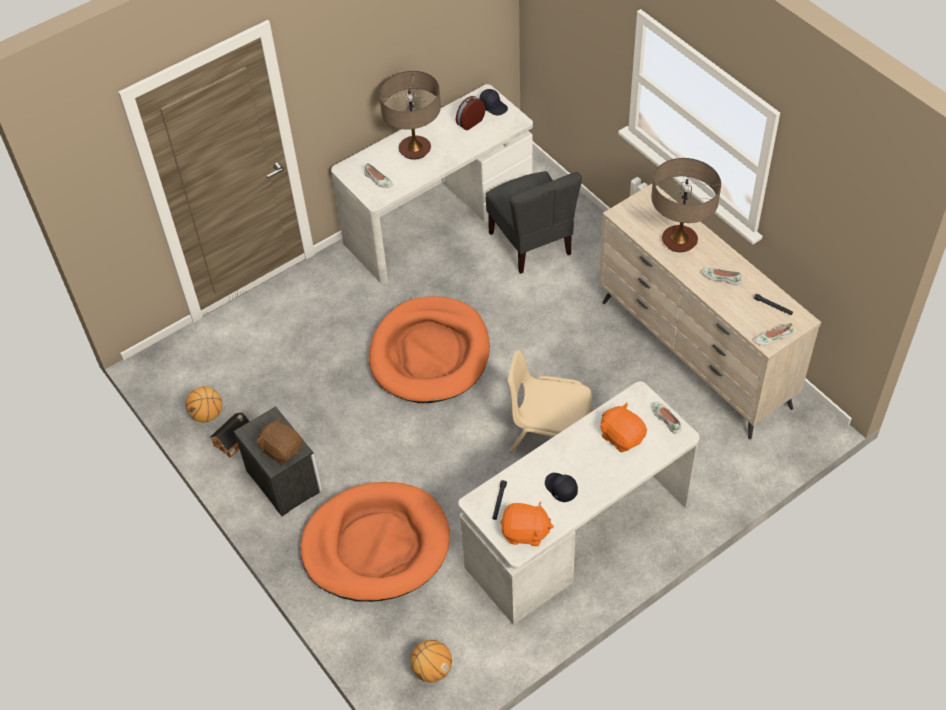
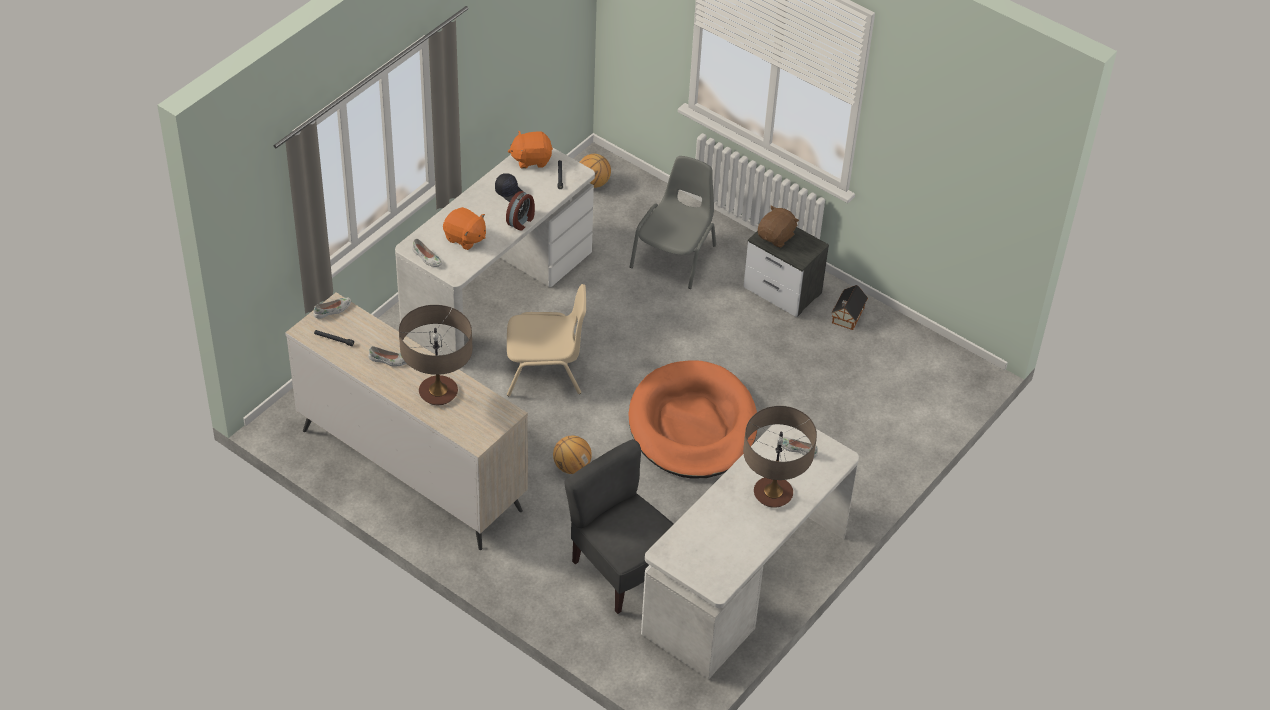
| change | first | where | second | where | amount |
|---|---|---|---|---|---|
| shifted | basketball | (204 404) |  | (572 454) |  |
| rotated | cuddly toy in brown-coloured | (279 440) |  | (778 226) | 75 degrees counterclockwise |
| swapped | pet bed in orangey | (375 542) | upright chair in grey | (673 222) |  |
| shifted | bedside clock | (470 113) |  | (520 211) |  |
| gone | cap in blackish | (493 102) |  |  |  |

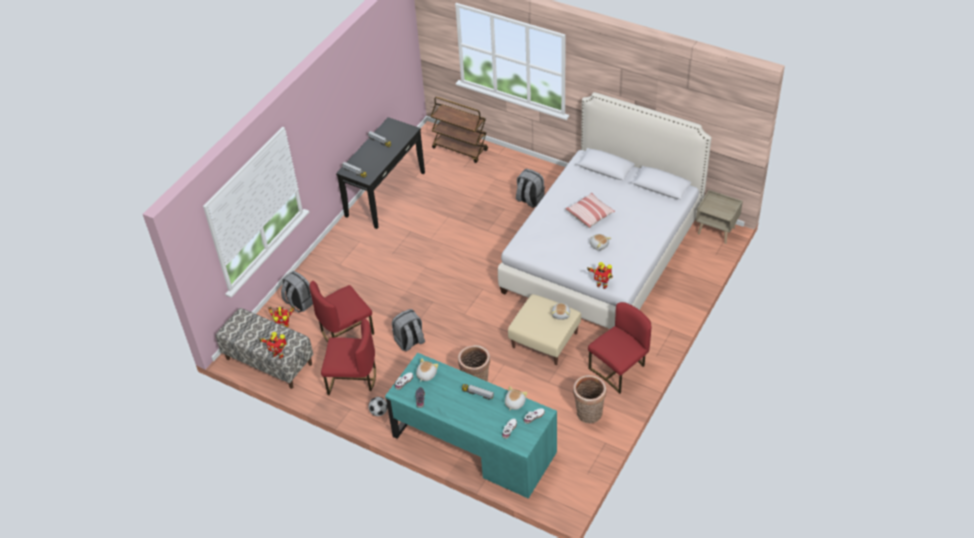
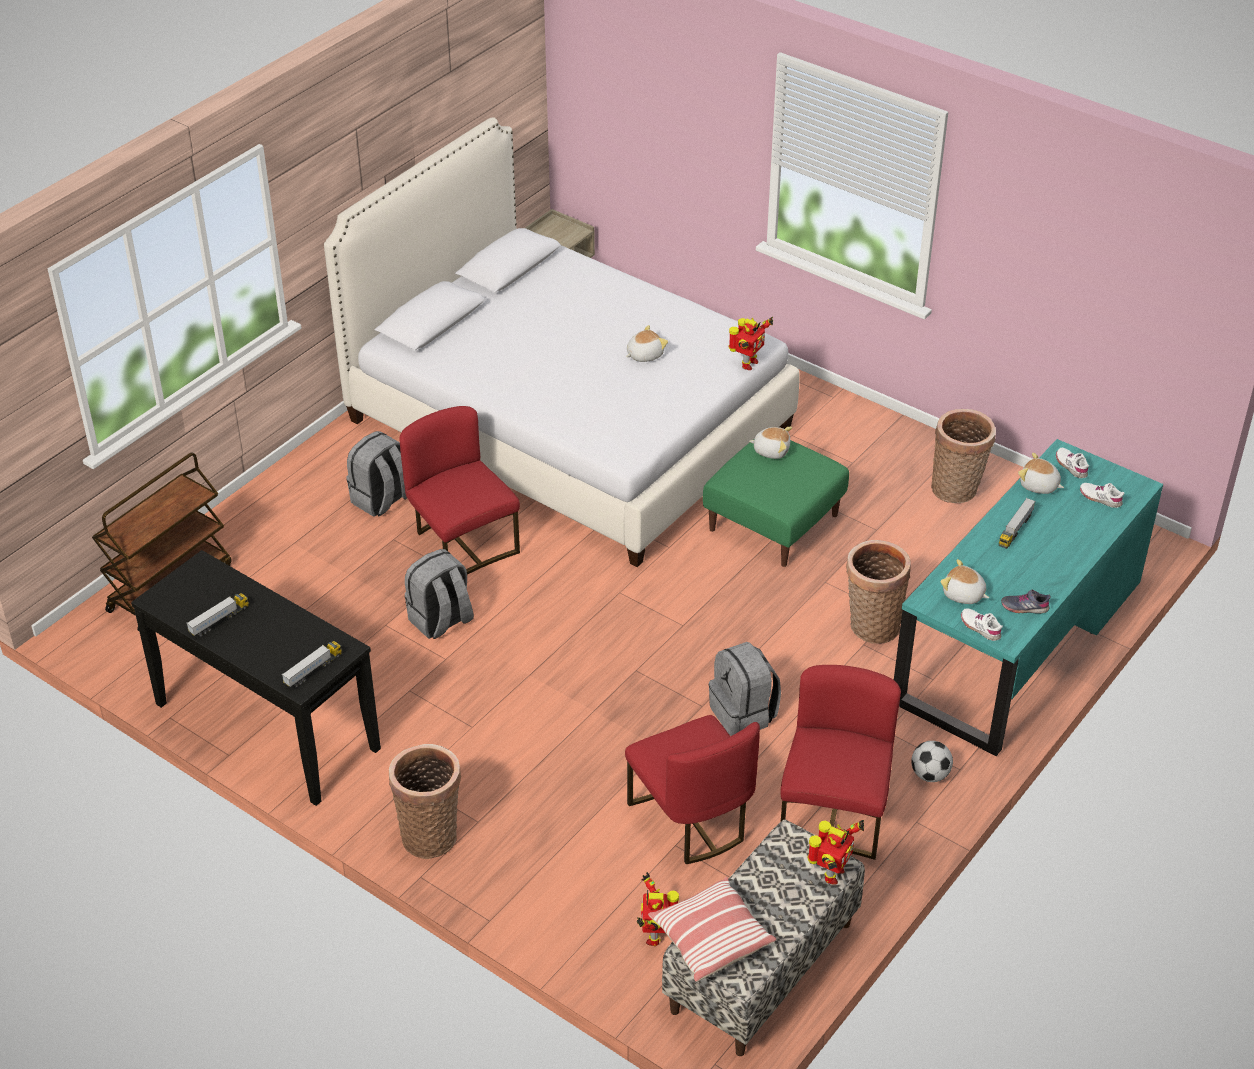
| change | first | where | second | where | amount |
|---|---|---|---|---|---|
| shifted | rucksack in grey | (297 292) |  | (439 594) |  |
| repainted | ottoman in beige-coloured | (544 329) | ottoman in greenish | (776 503) |  |
| shifted | pillow | (590 210) |  | (712 929) |  |
| shifted | upright chair in reddish | (619 348) |  | (459 490) |  |
| new |  |  | basket | (425 801) |  |

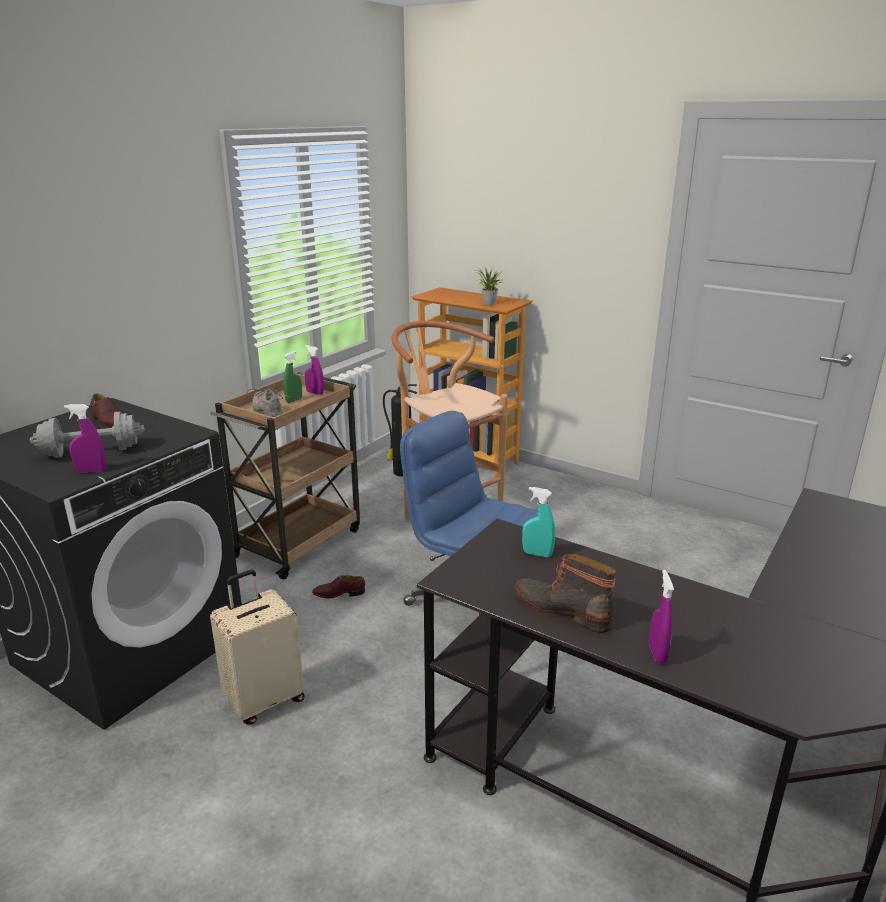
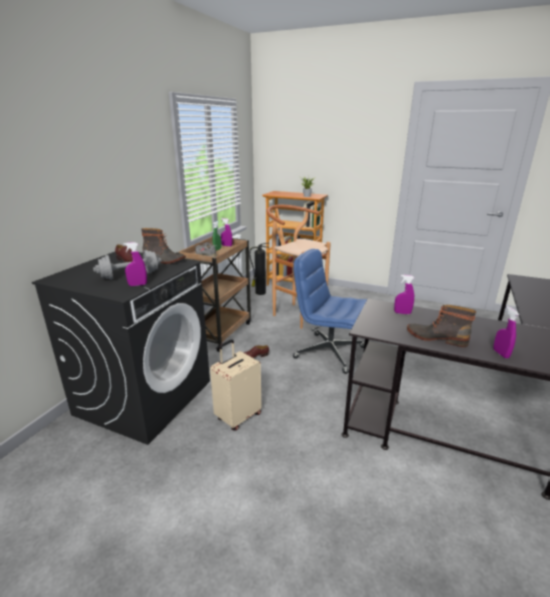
| change | first | where | second | where | amount |
|---|---|---|---|---|---|
| repainted | hand sprayer in turquoise | (538 522) | hand sprayer in purplish | (404 294) |  |
| new |  |  | high-top boot | (163 246) |  |

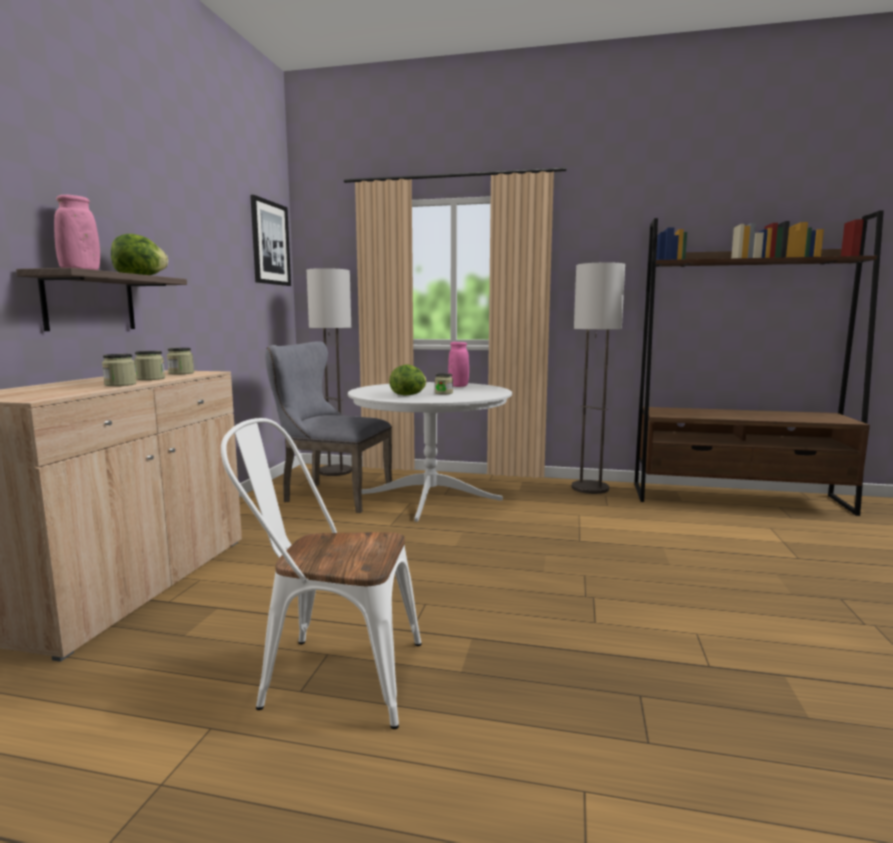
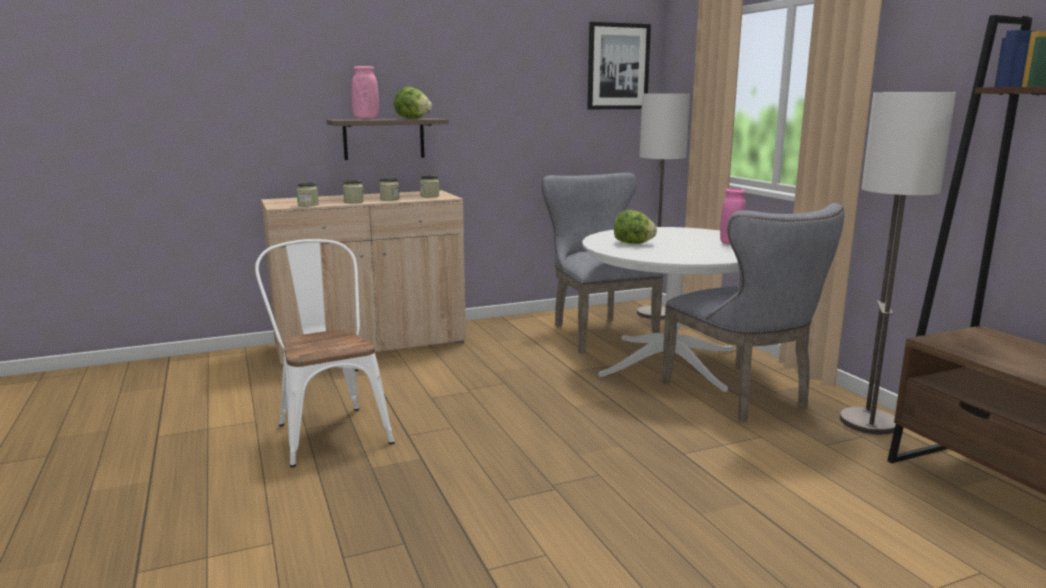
| change | first | where | second | where | amount |
|---|---|---|---|---|---|
| shifted | preserve jar | (444 383) |  | (307 194) |  |
| new |  |  | upright chair in grey | (752 312) |  |

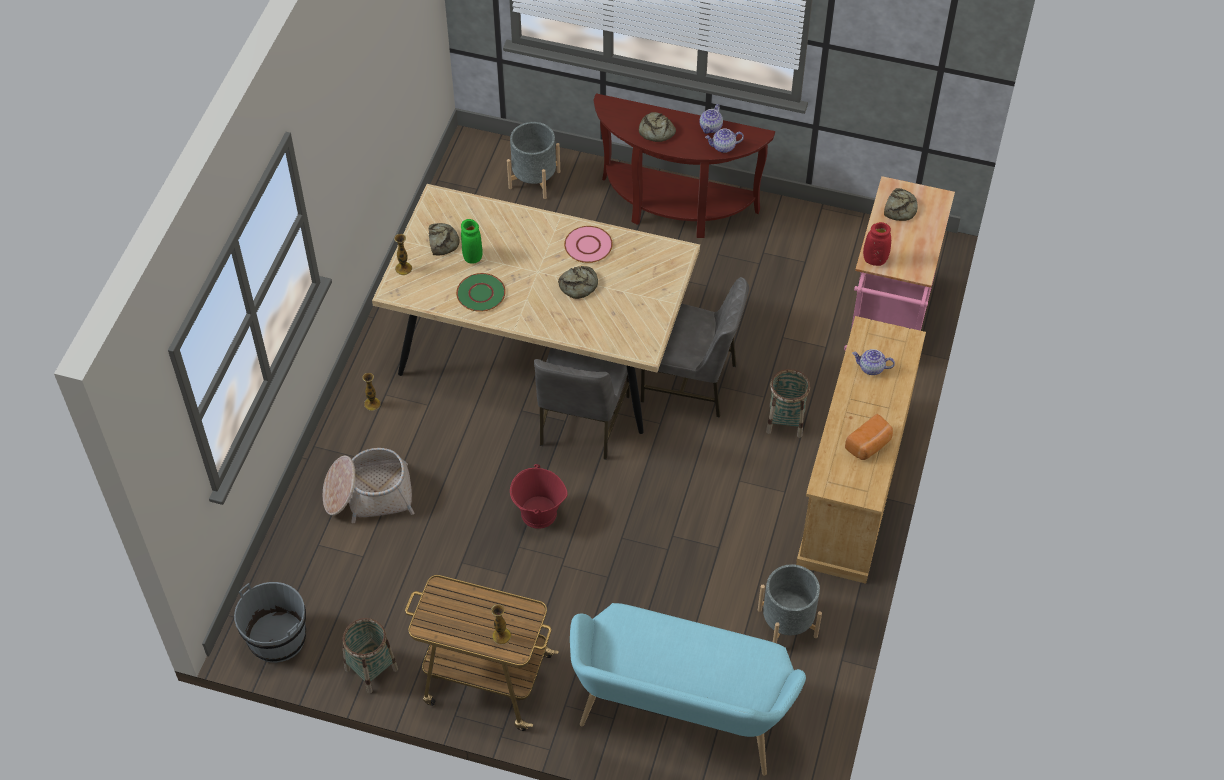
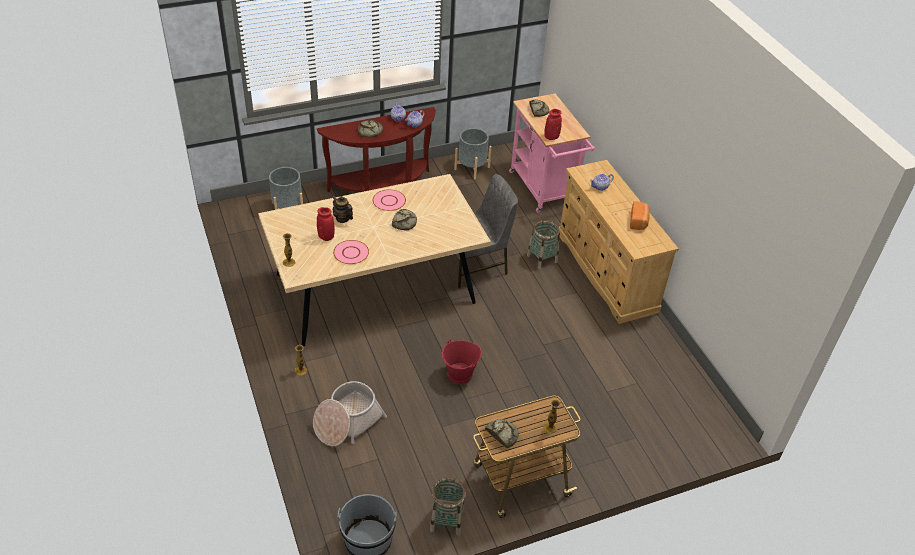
| change | first | where | second | where | amount |
|---|---|---|---|---|---|
| shifted | baked bread | (444 239) |  | (502 433) |  |
| repainted | flat dish in greenish | (481 292) | flat dish in pink | (351 252) |  |
| repainted | decorative vase in greenish | (472 241) | decorative vase in reddish | (326 224) |  |
| gone | upright chair in grey | (582 404) |  |  |  |
| gone | long seat in turquoise | (688 689) |  |  |  |
| shifted | flower pot in grey | (790 603) |  | (473 154) |  |
| new |  |  | tea pot | (342 209) |  |

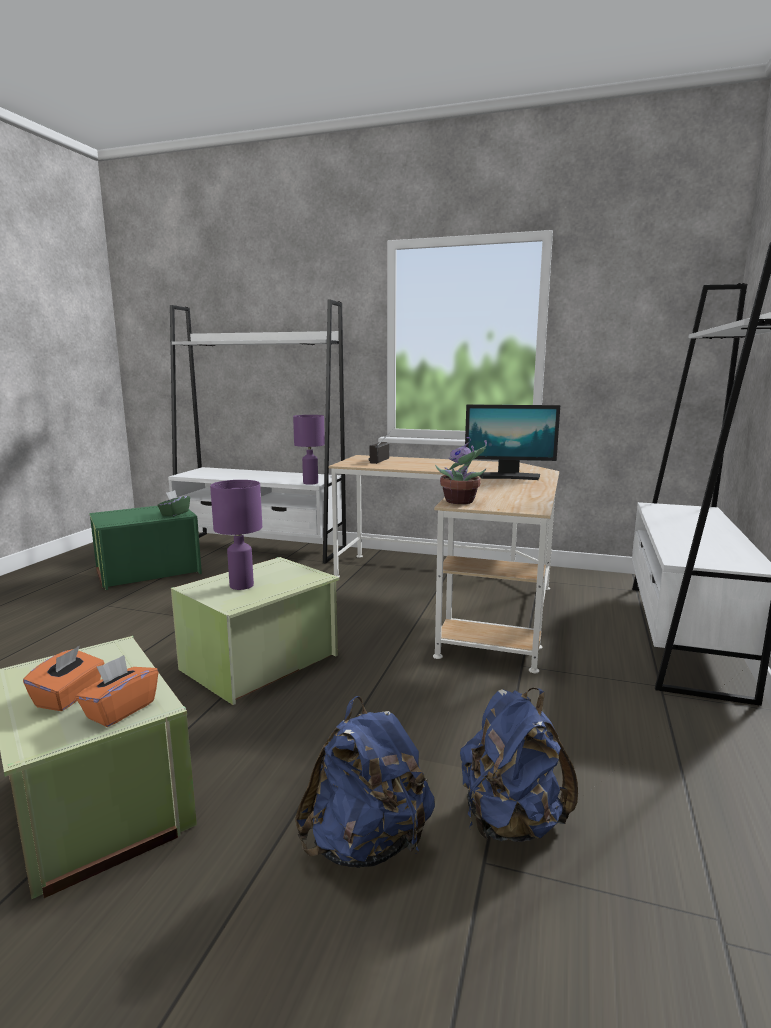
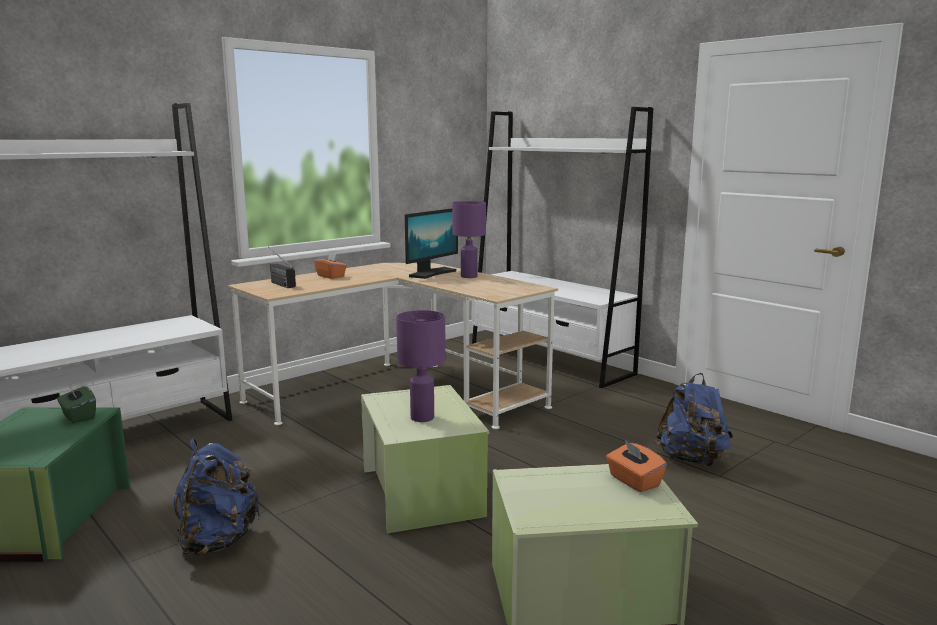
| change | first | where | second | where | amount |
|---|---|---|---|---|---|
| shifted | tissue box in orangey | (63 678) |  | (330 265) |  |
| shifted | tabletop lamp in purplish | (309 450) |  | (469 239) |  |
| shifted | rucksack in blue | (365 782) |  | (217 497) |  |
| gone | houseplant | (461 470) |  |  |  |

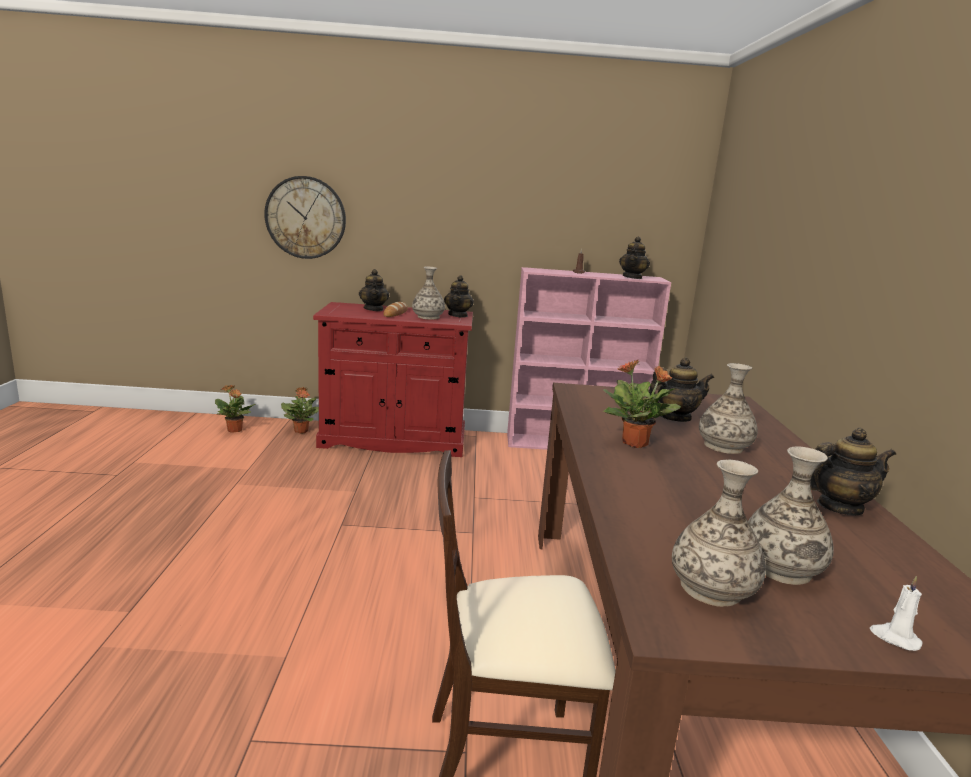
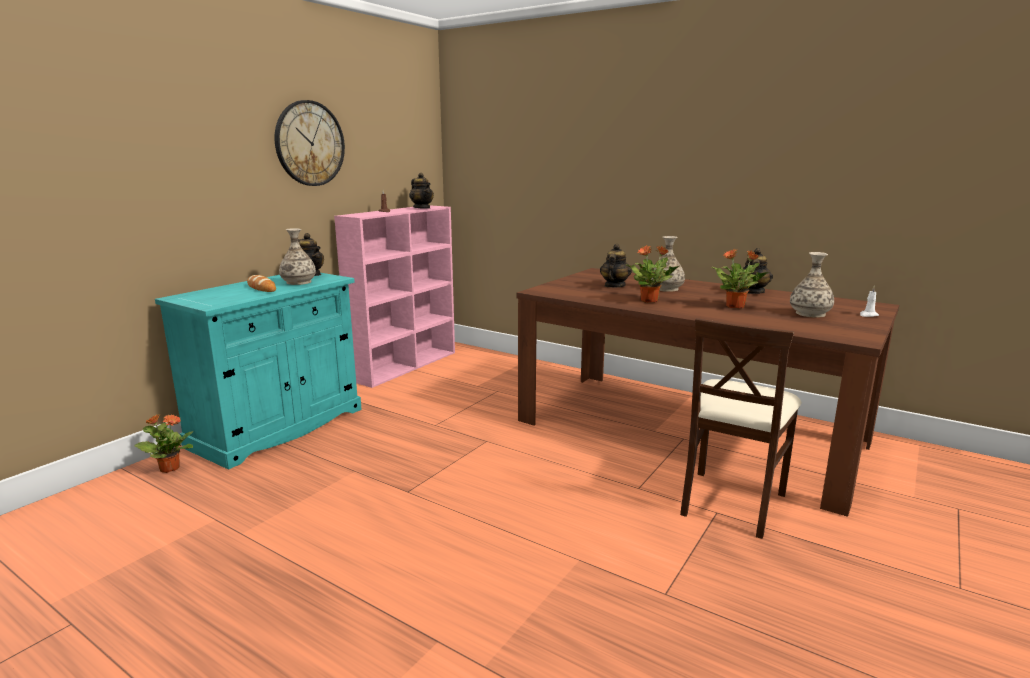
| change | first | where | second | where | amount |
|---|---|---|---|---|---|
| shifted | houseplant | (235 409) |  | (740 279) |  |
| shifted | hanging clock | (305 217) |  | (310 143) |  |
| repainted | cabinet in reddish | (393 379) | cabinet in turquoise | (258 371) |  |
| gone | tea pot | (374 290) |  |  |  |
| gone | decorative vase | (719 533) |  |  |  |

